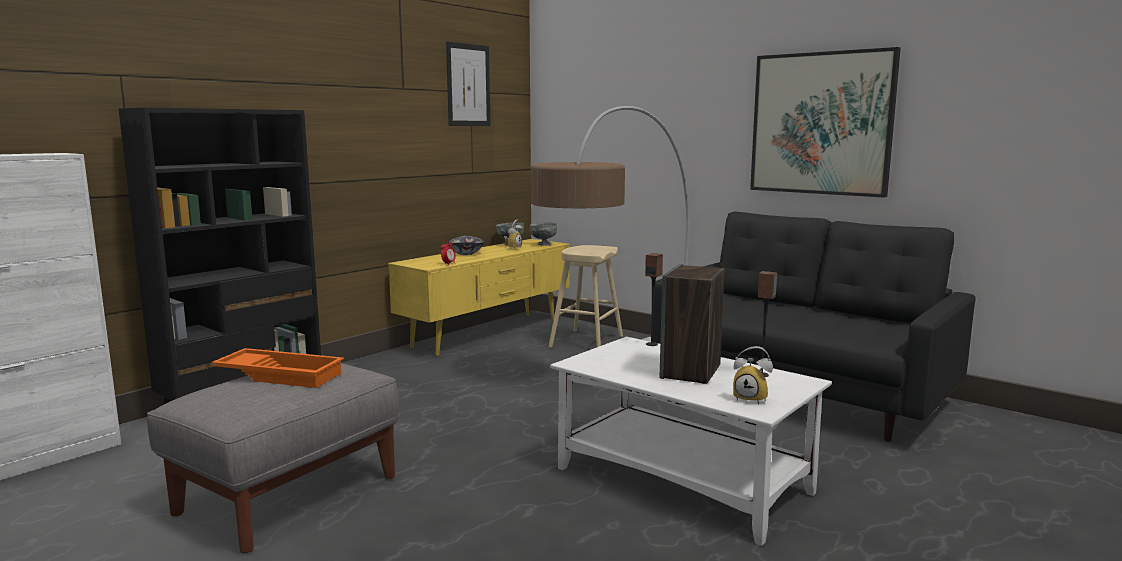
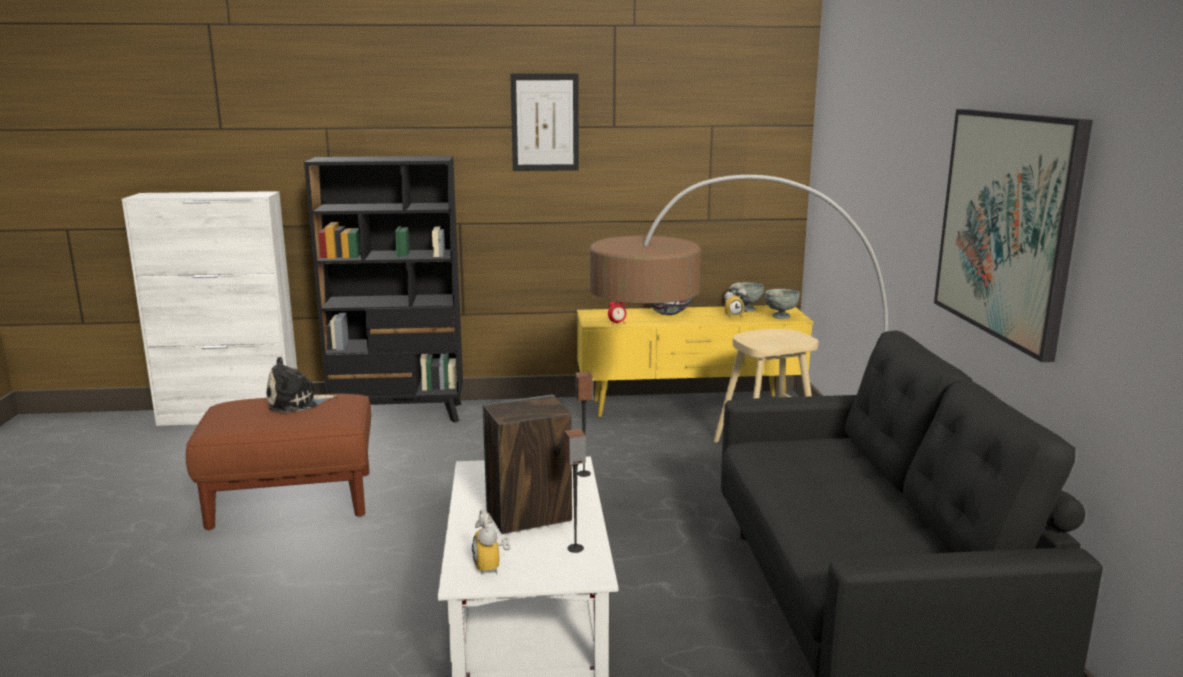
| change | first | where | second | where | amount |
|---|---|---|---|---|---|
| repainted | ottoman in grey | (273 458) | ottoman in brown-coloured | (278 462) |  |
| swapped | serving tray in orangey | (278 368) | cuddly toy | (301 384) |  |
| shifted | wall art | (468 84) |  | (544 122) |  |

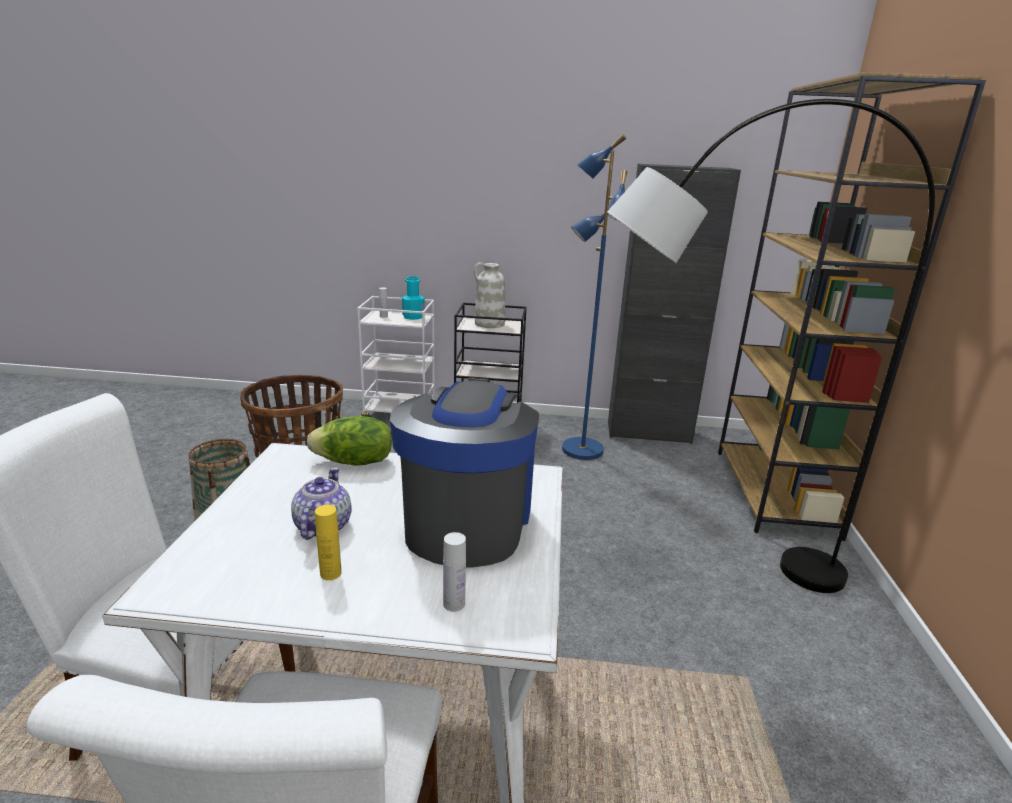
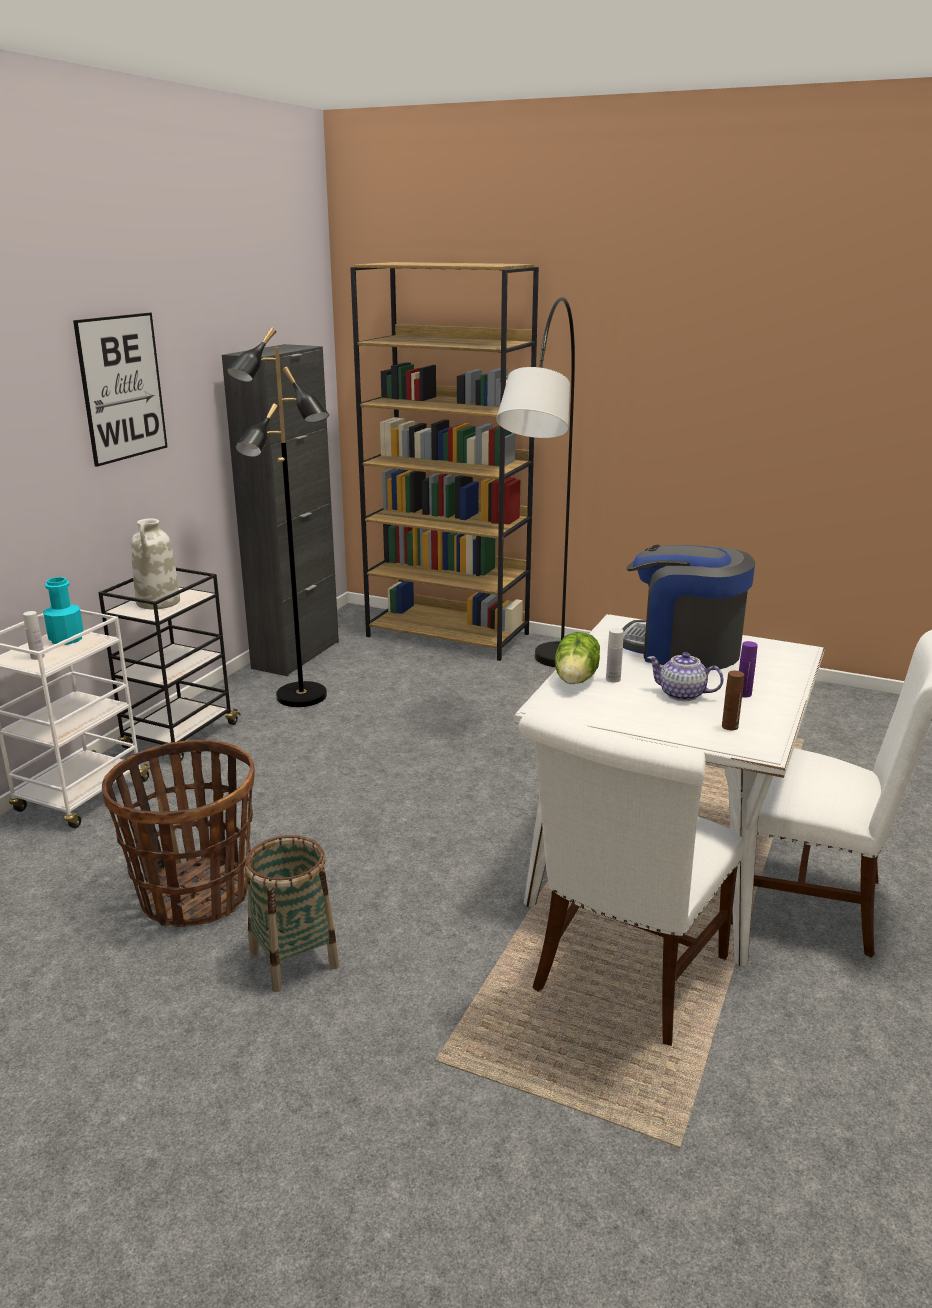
| change | first | where | second | where | amount |
|---|---|---|---|---|---|
| repainted | bottle in yellow-coloured | (328 542) | bottle in purplish | (748 669) |  |
| shifted | bottle in white-coloured | (454 572) |  | (615 655) |  |
| repainted | standard lamp in blue | (594 297) | standard lamp in blackish | (278 517) |  |
| new |  |  | wall art | (120 390) |  |
| new |  |  | bottle in brown-coloured | (733 700) |  |

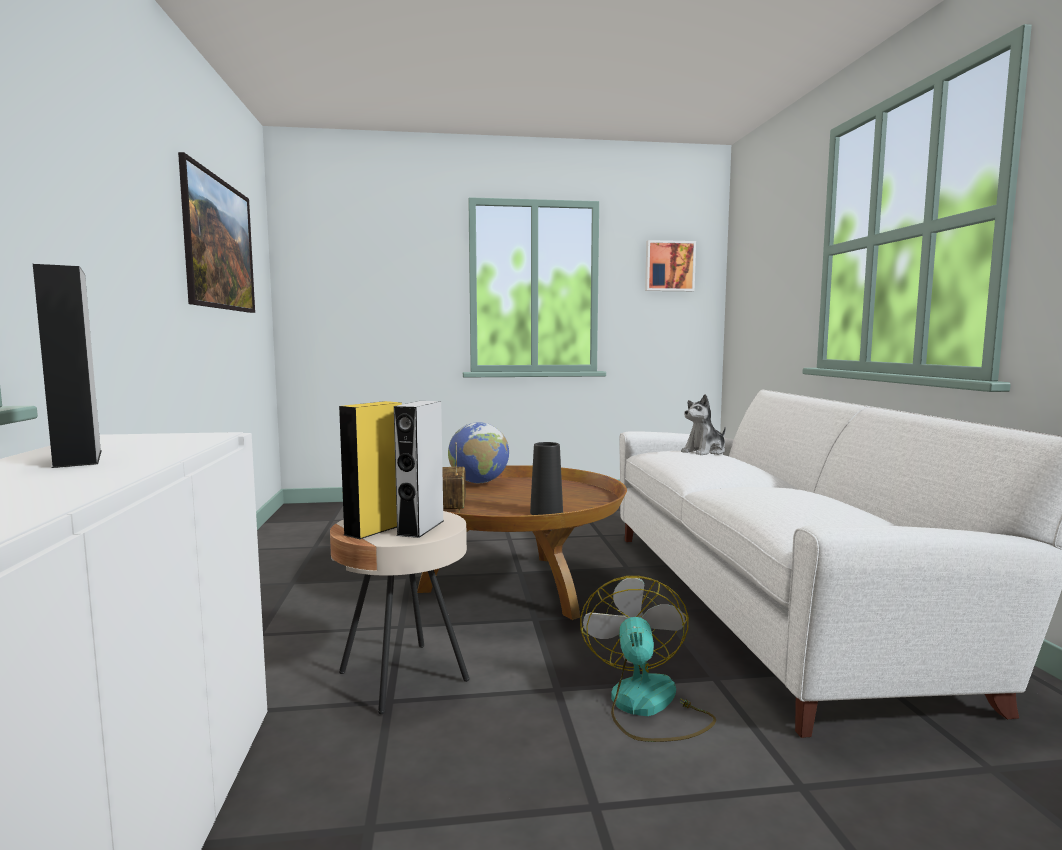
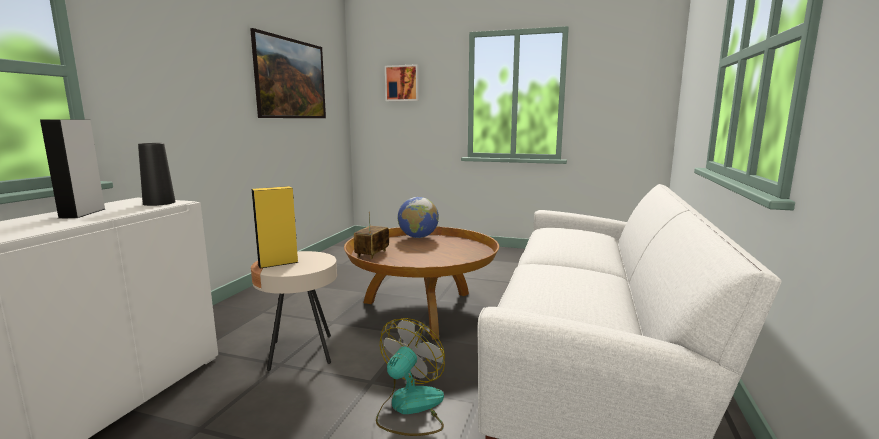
| change | first | where | second | where | amount |
|---|---|---|---|---|---|
| gone | audio speaker in grey | (418 469) |  |  |  |
| shifted | decorative vase in blackish | (546 478) |  | (156 174) |  |
| shifted | wall art | (670 265) |  | (402 82) |  |
| gone | cuddly toy | (703 424) |  |  |  |

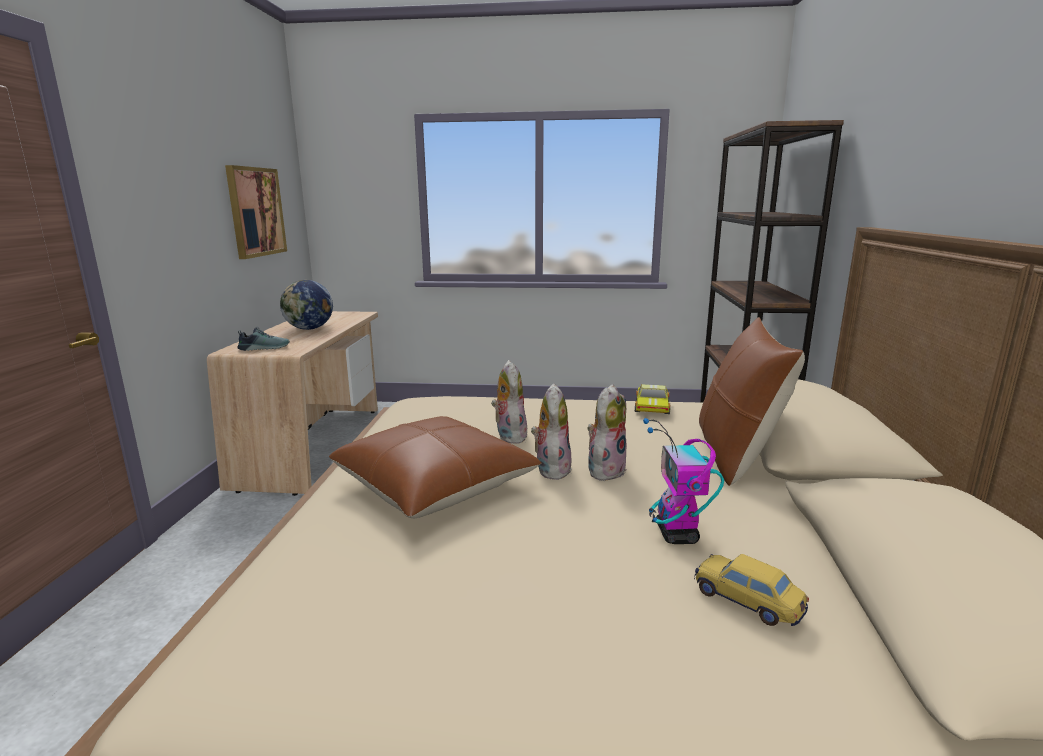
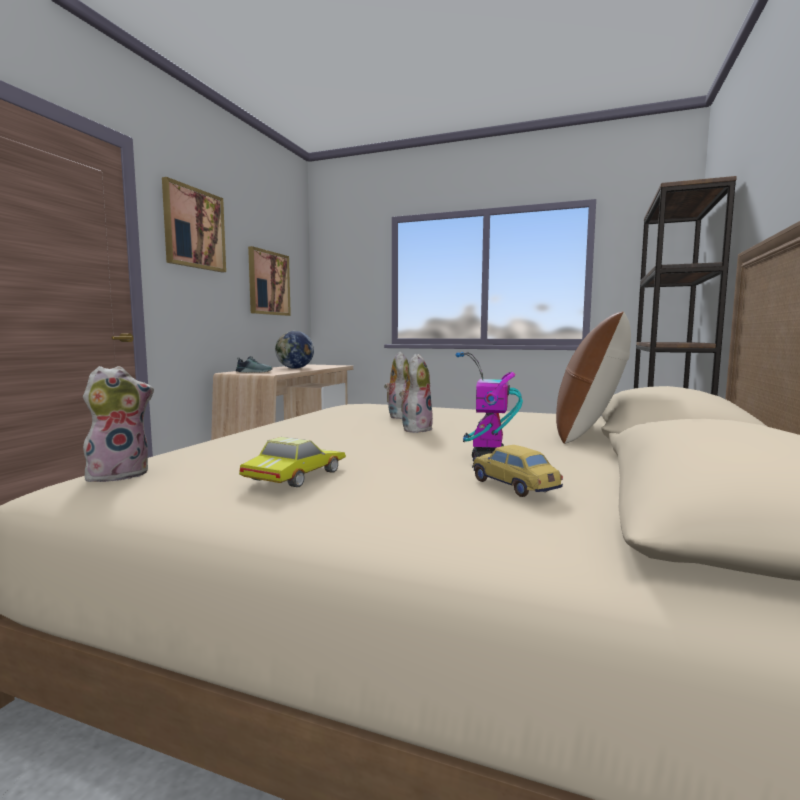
| change | first | where | second | where | amount |
|---|---|---|---|---|---|
| gone | pillow in brown-coloured | (435 467) |  |  |  |
| shifted | cuddly toy | (607 432) |  | (118 424) |  |
| shifted | model car | (652 399) |  | (292 462) |  |
| new |  |  | wall art | (194 224) |  |

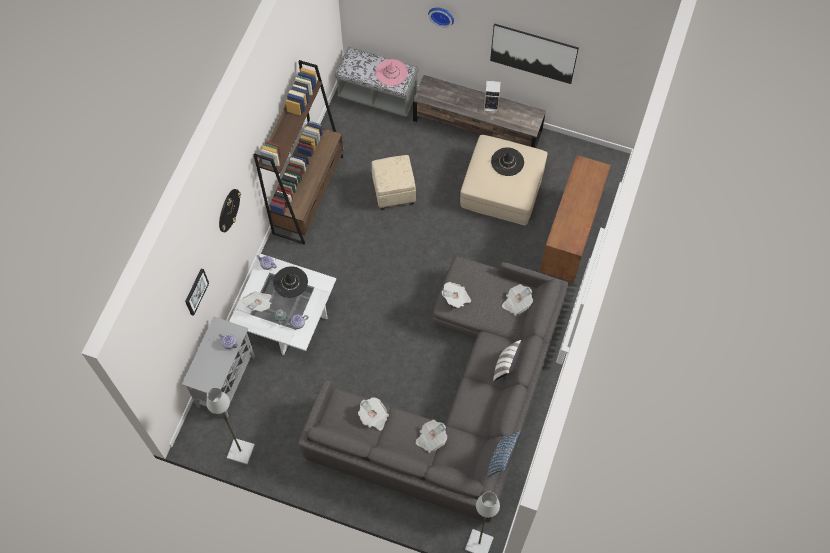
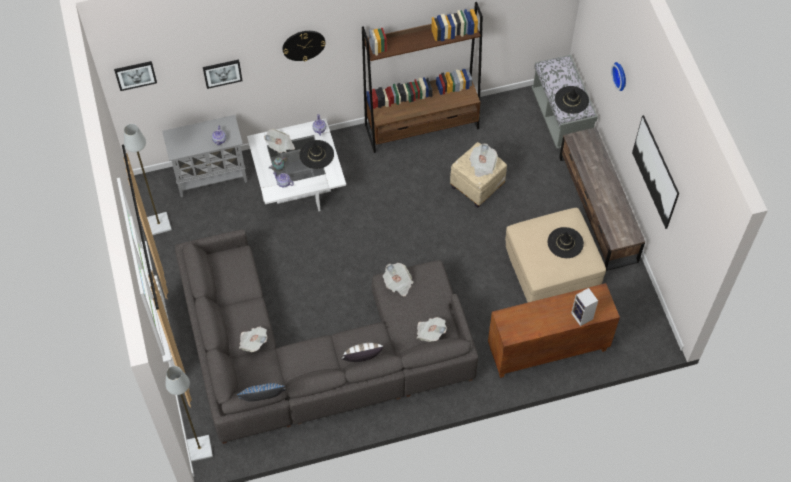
| change | first | where | second | where | amount |
|---|---|---|---|---|---|
| shifted | newspaper | (373 414) |  | (483 160) |  |
| repainted | hat in pink | (392 72) | hat in blackish | (572 100) |  |
| shifted | audio speaker | (492 96) |  | (584 307) |  |
| new |  |  | wall art | (135 76) |  |

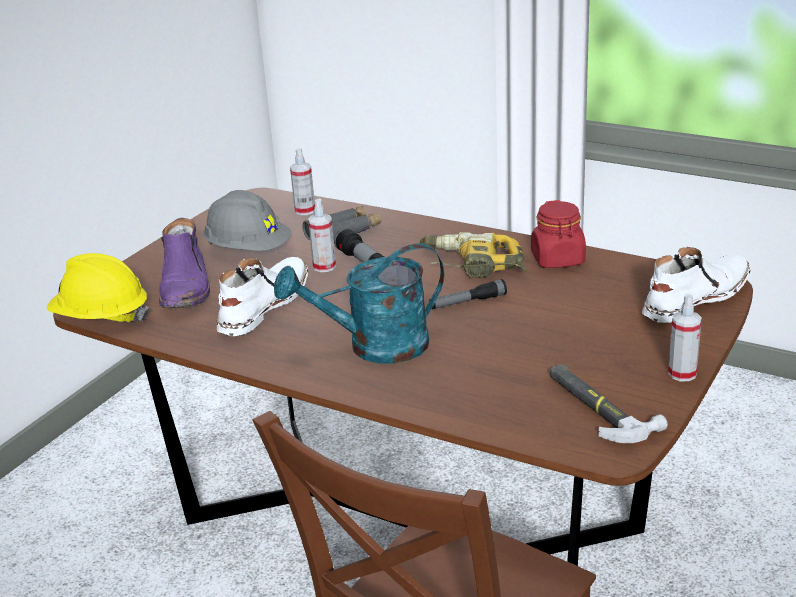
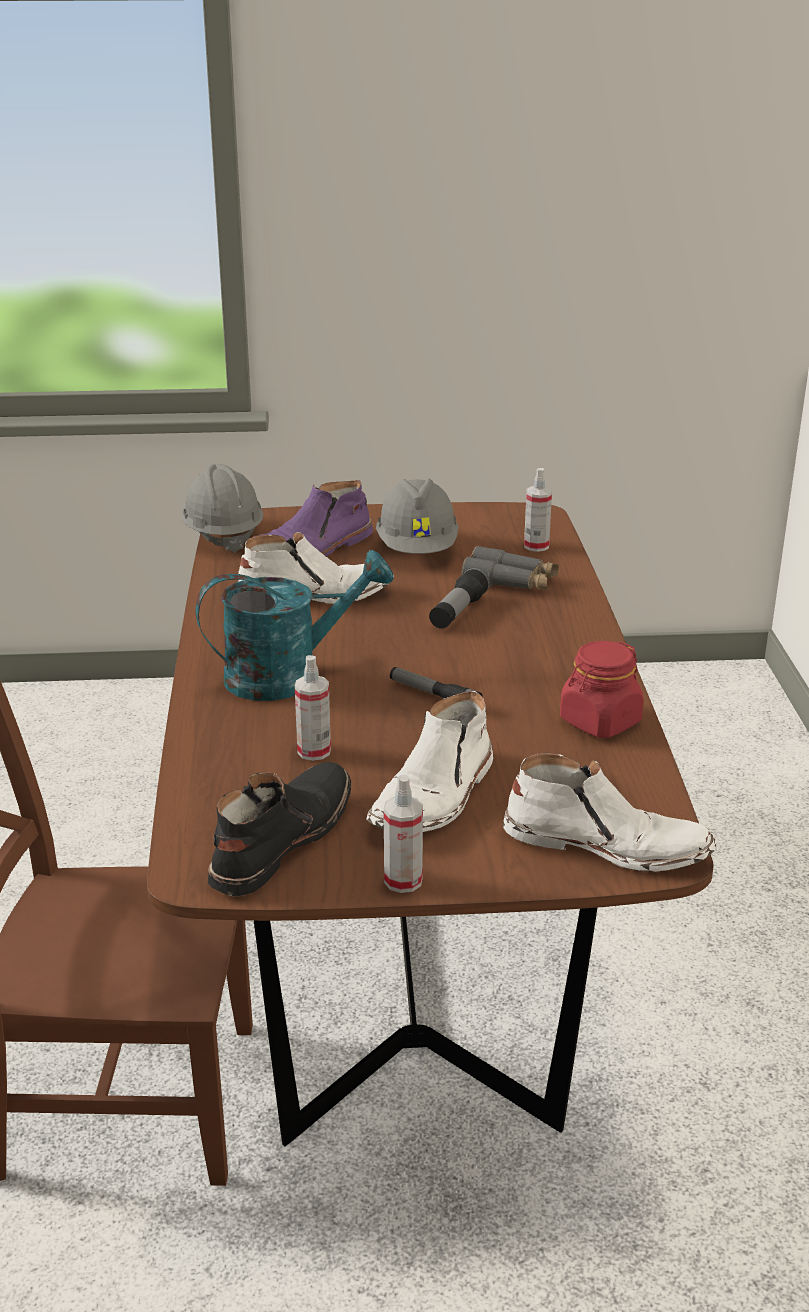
| change | first | where | second | where | amount |
|---|---|---|---|---|---|
| repainted | work helmet in yellow-coloured | (98 287) | work helmet in grey | (223 508) |  |
| rotated | sprinkling can in turquoise | (359 303) |  | (294 625) | 120 degrees clockwise |
| shifted | hand sprayer | (322 235) |  | (313 708) |  |
| gone | power drill | (473 255) |  |  |  |
| swapped | tool hammer | (609 403) | high-top boot in blackish | (279 829) |  |
| new |  |  | high-top boot in white-coloured | (429 761) |  |

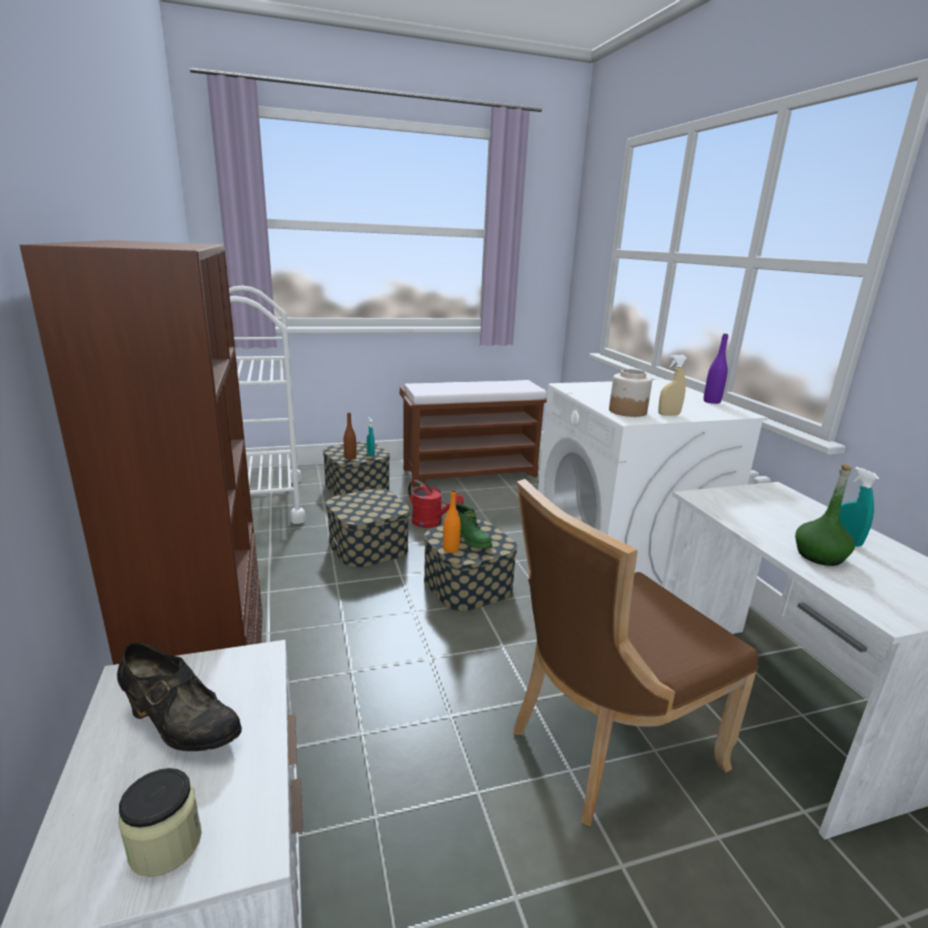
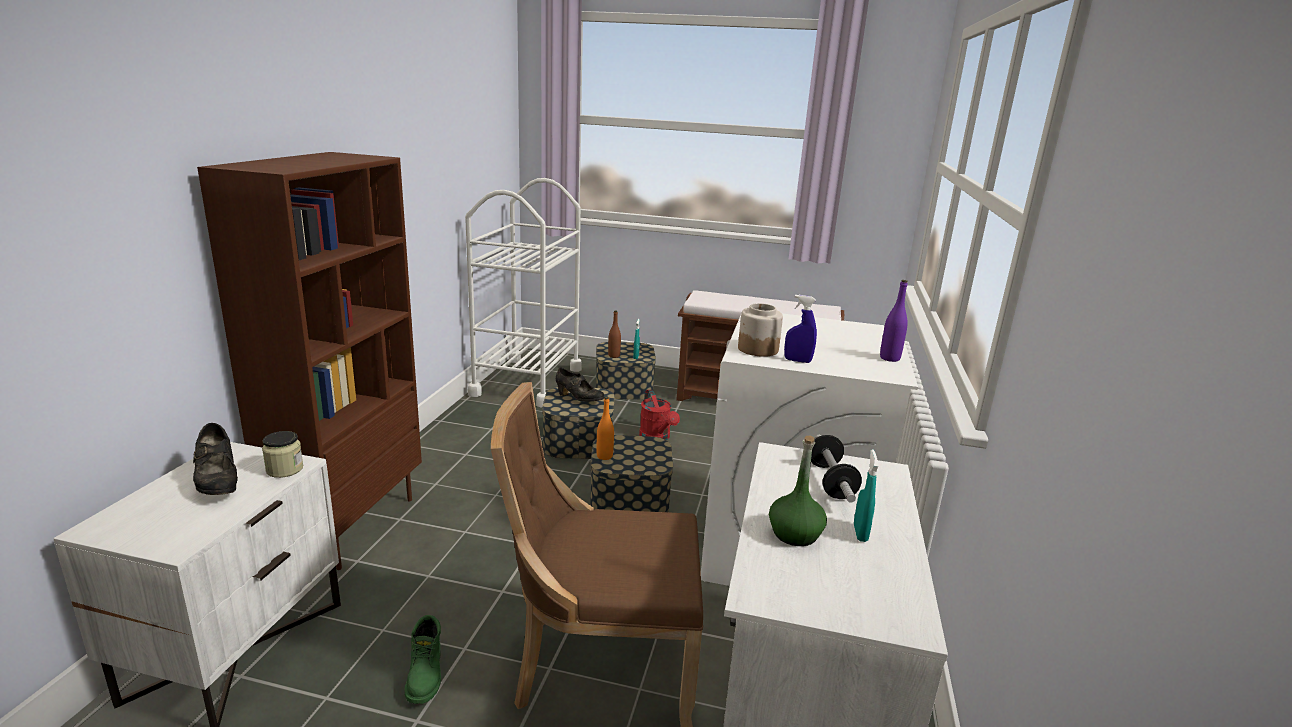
| change | first | where | second | where | amount |
|---|---|---|---|---|---|
| shifted | preserve jar | (160 822) |  | (282 454) |  |
| shifted | high-top boot in greenish | (474 525) |  | (423 659) |  |
| repainted | hand sprayer in beige-coloured | (672 385) | hand sprayer in blue | (800 329) |  |
| new |  |  | shoe in blackish | (580 384) |  |
| new |  |  | free weight | (836 469) |  |

